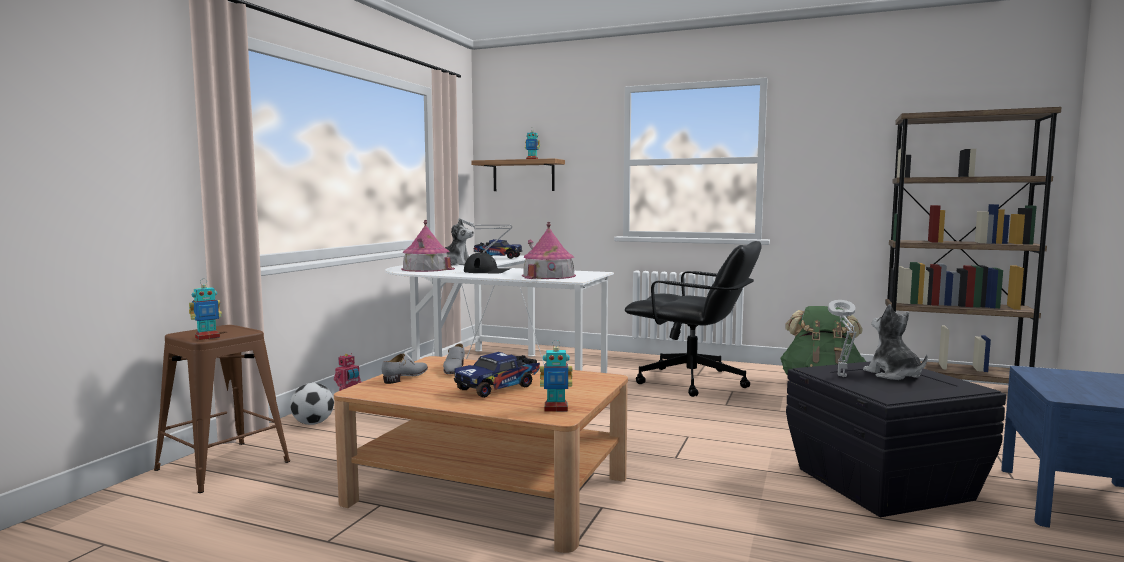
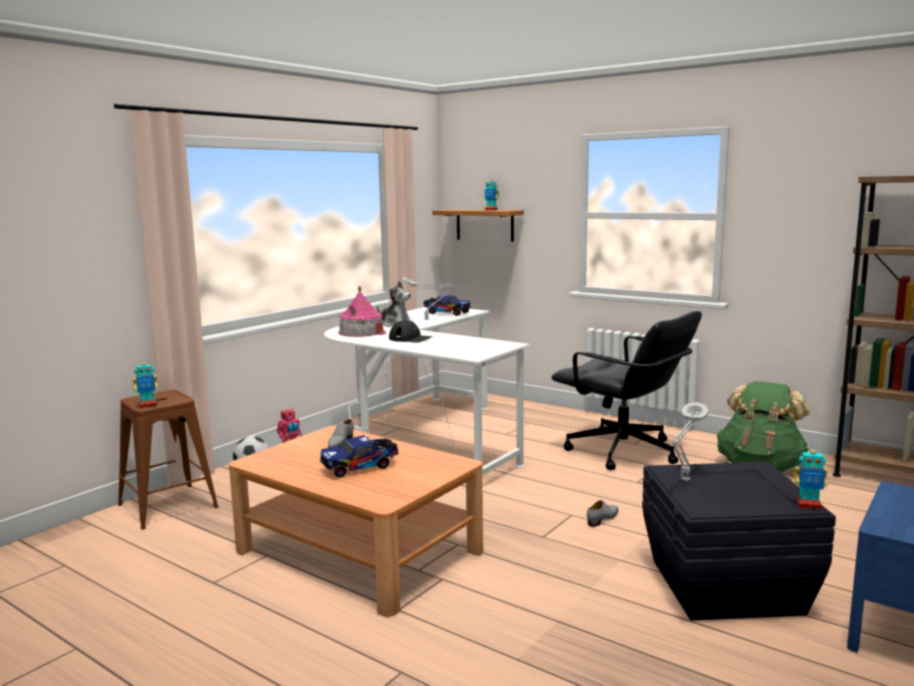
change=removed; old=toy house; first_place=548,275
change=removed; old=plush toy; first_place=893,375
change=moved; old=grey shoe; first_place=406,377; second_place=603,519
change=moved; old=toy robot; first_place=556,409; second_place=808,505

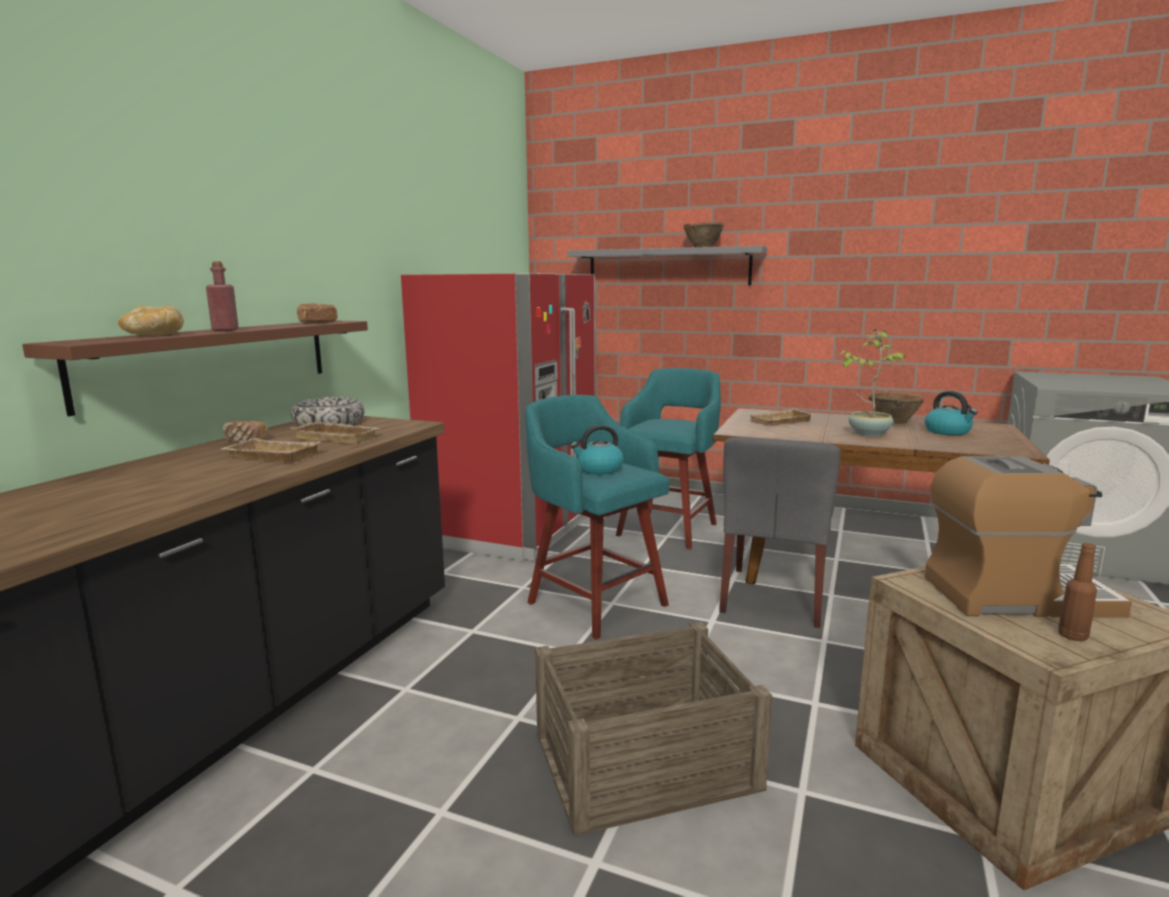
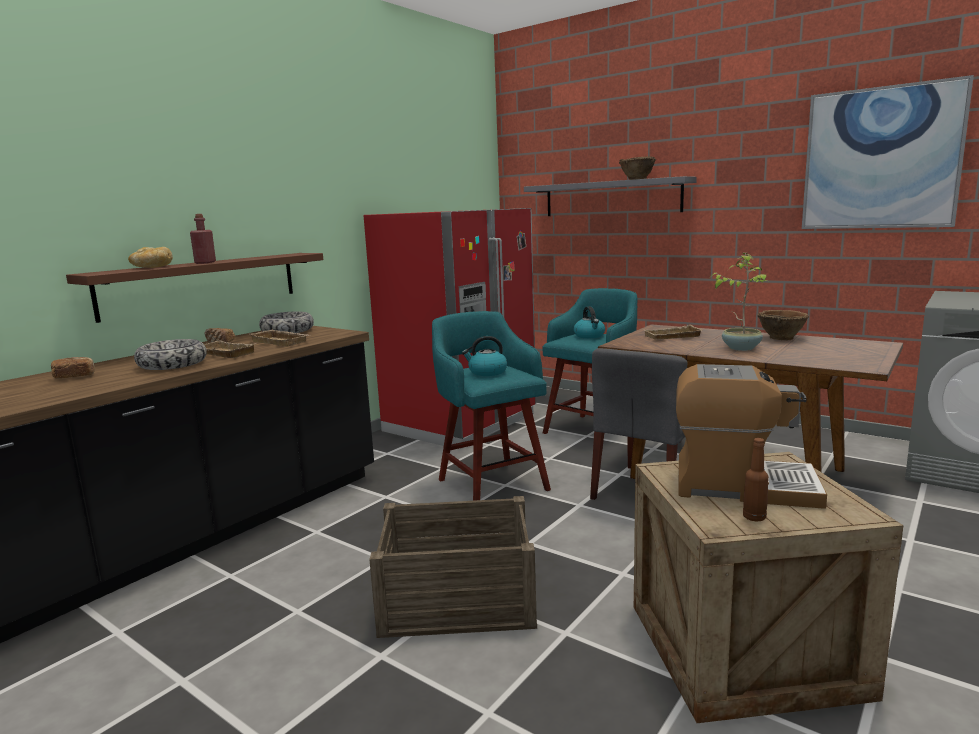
change=added; new=bowl; second_place=172,364
change=added; new=picture; second_place=880,158
change=moved; old=bread; first_place=318,322; second_place=74,377
change=moved; old=kettle; first_place=948,432; second_place=589,336

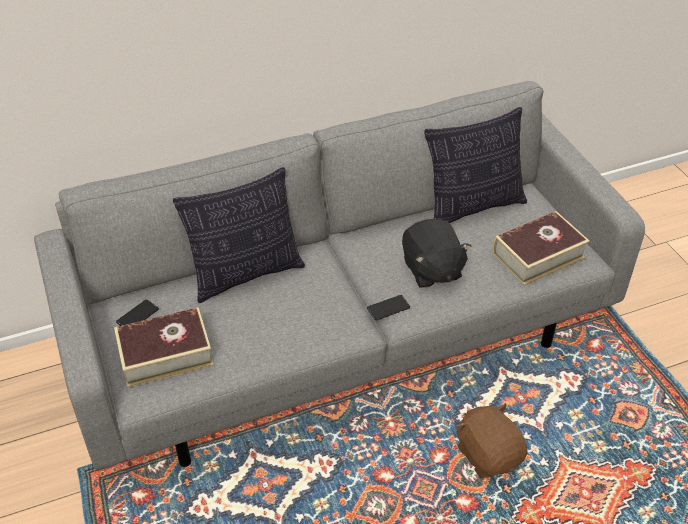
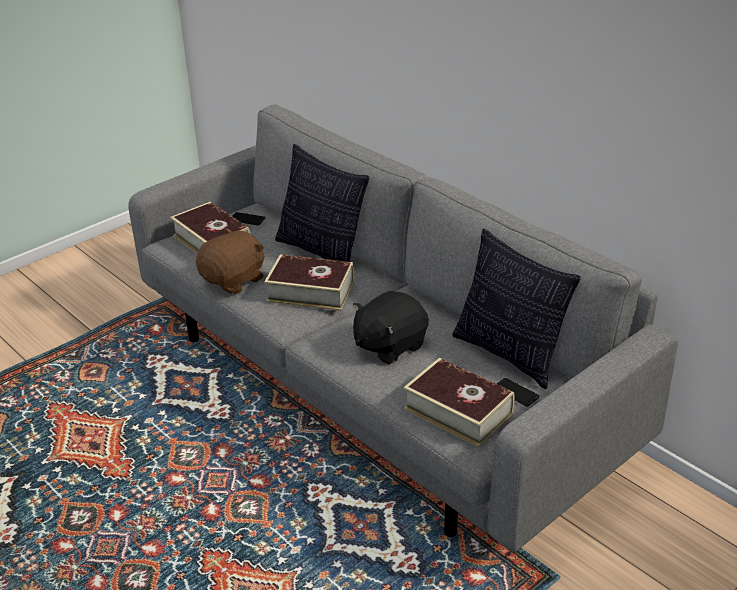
change=added; new=book; second_place=310,291
change=moved; old=phone; first_place=388,308; second_place=515,393
change=moved; old=brown plush toy; first_place=488,454; second_place=234,280

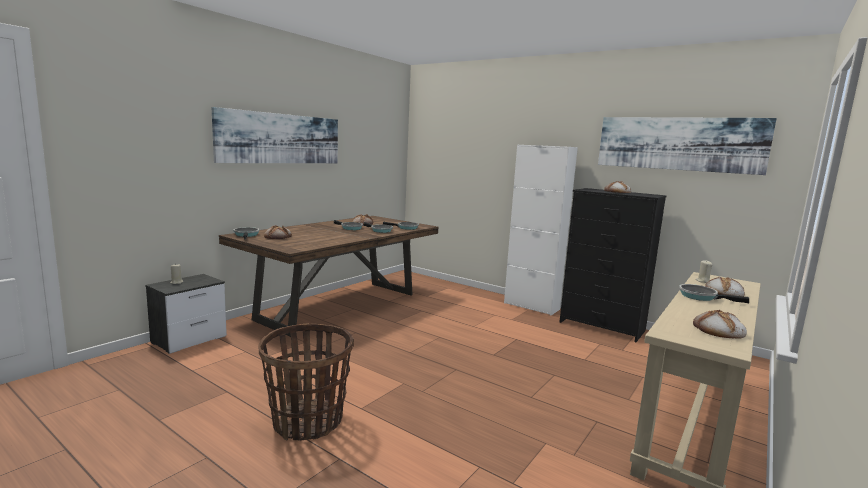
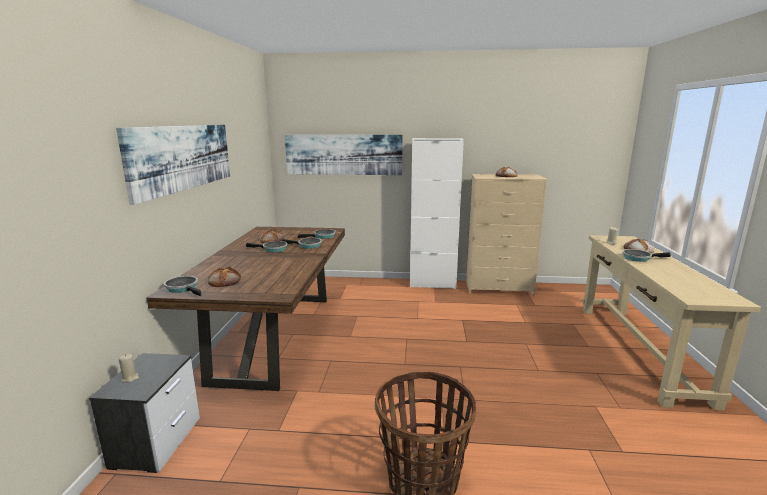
change=removed; old=bread; first_place=718,330
change=moved; old=picture; first_place=678,143; second_place=343,154
change=recoloured; old=black dresser; new=beige dresser; first_place=602,327; second_place=499,288

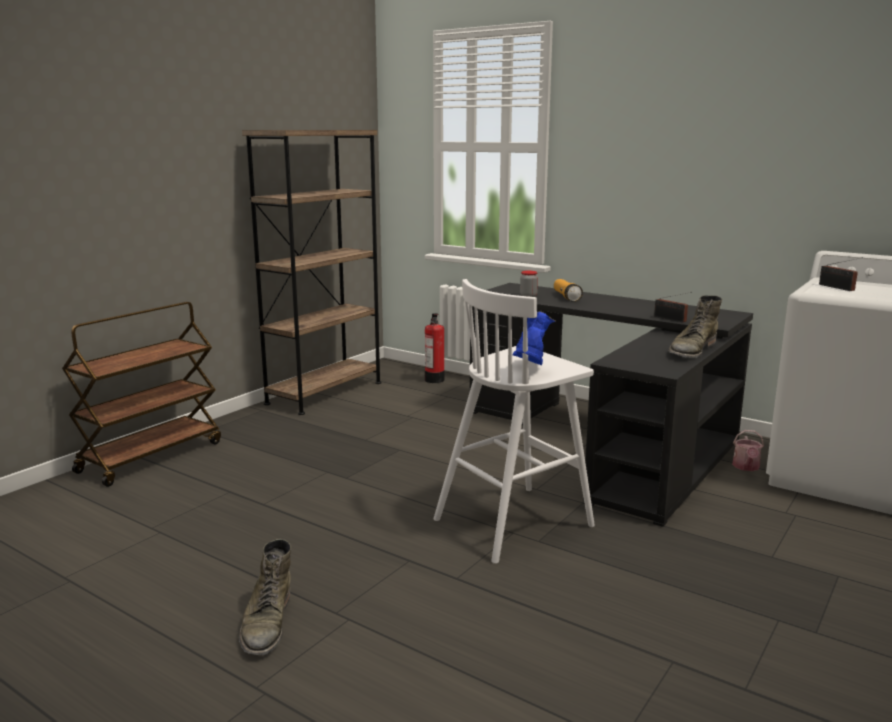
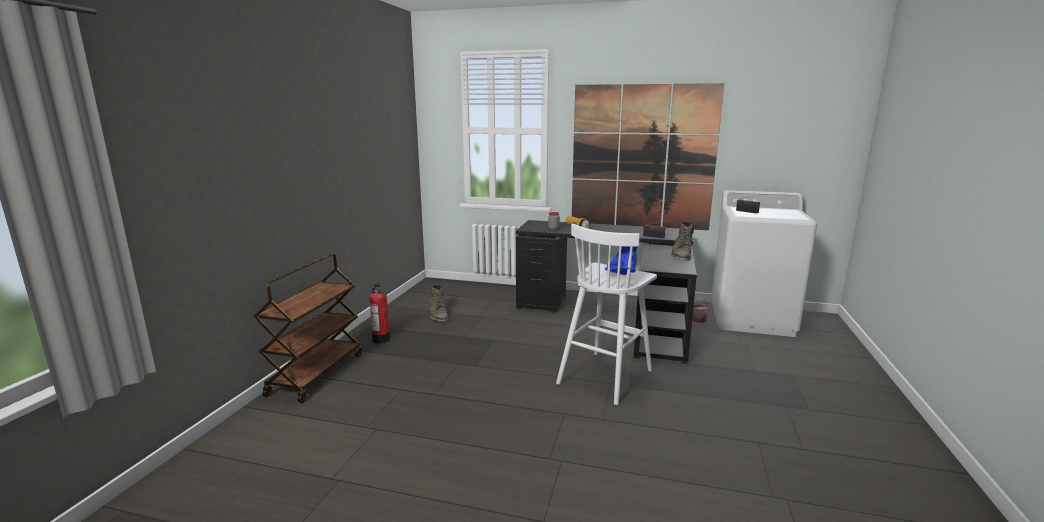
change=removed; old=brown bookcase; first_place=324,393
change=added; new=picture; second_place=642,157
change=moved; old=green boot; first_place=267,623; second_place=438,315
change=moved; old=fire extinguisher; first_place=434,380; second_place=381,339

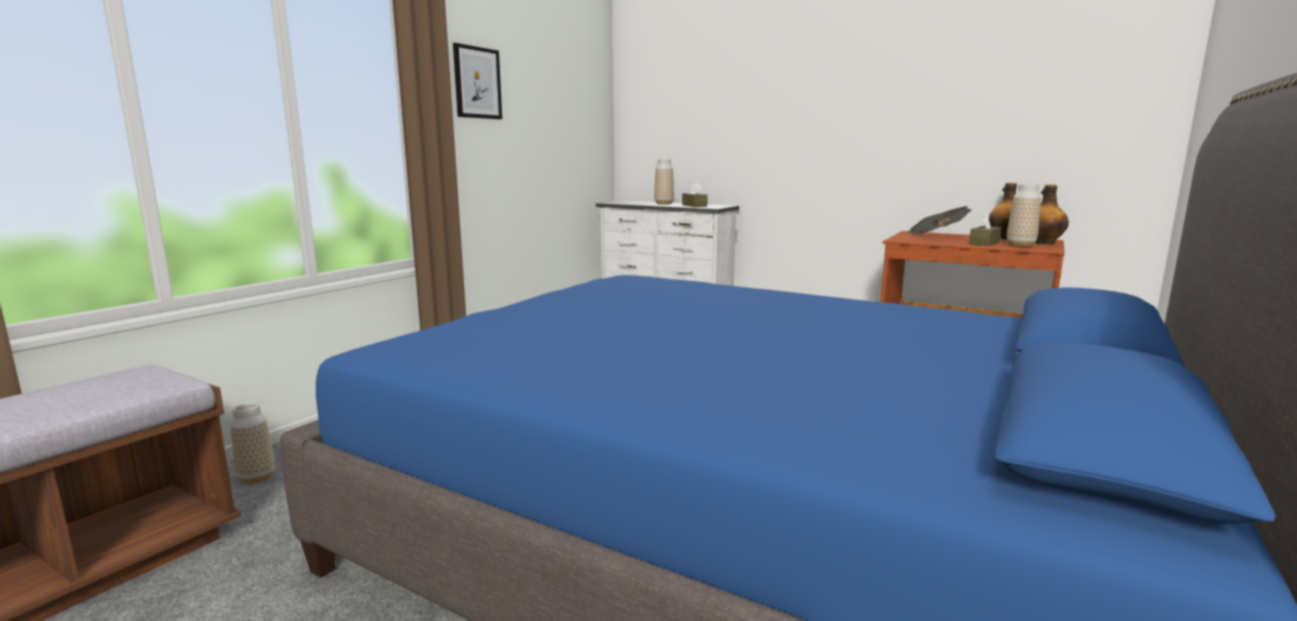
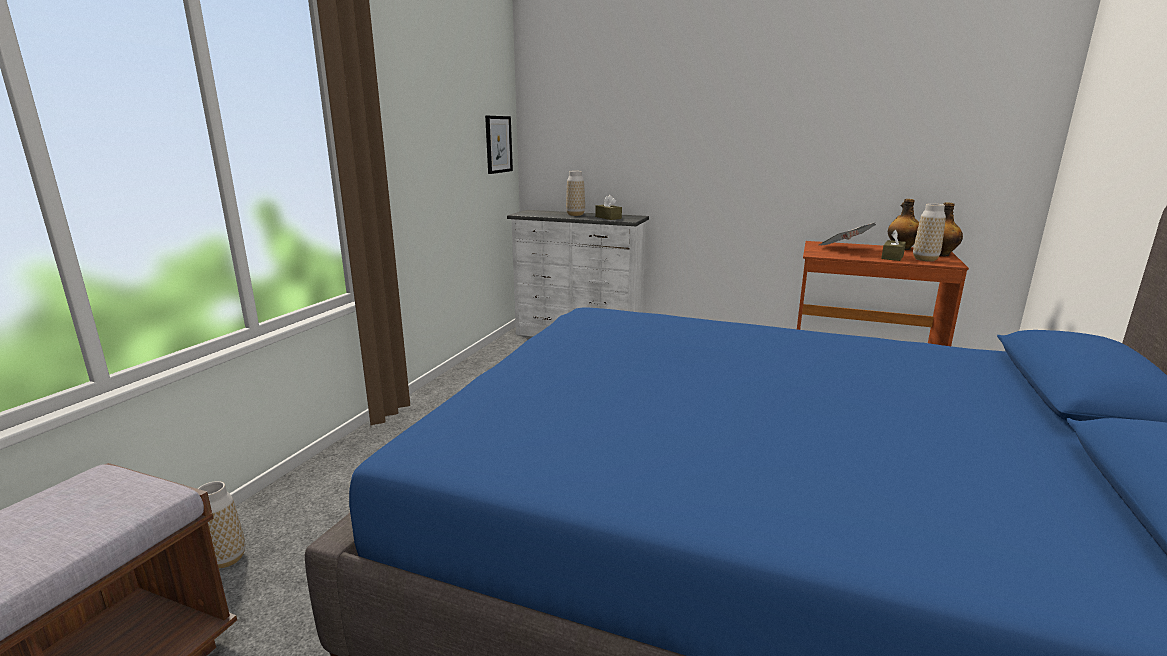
change=moved; old=picture; first_place=477,83; second_place=498,144

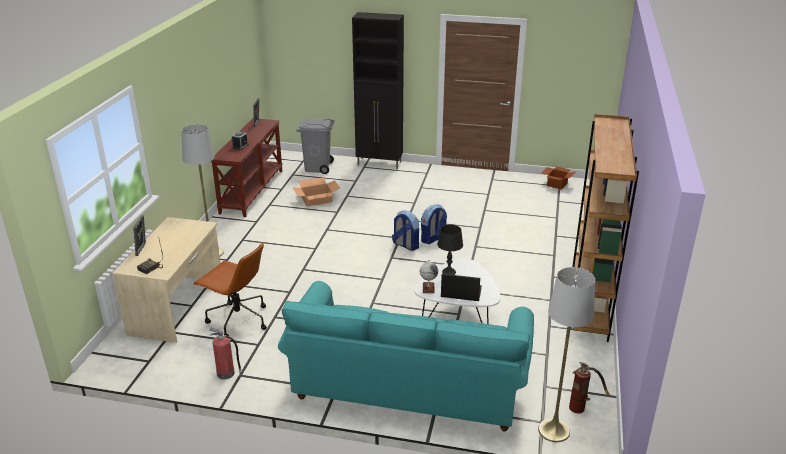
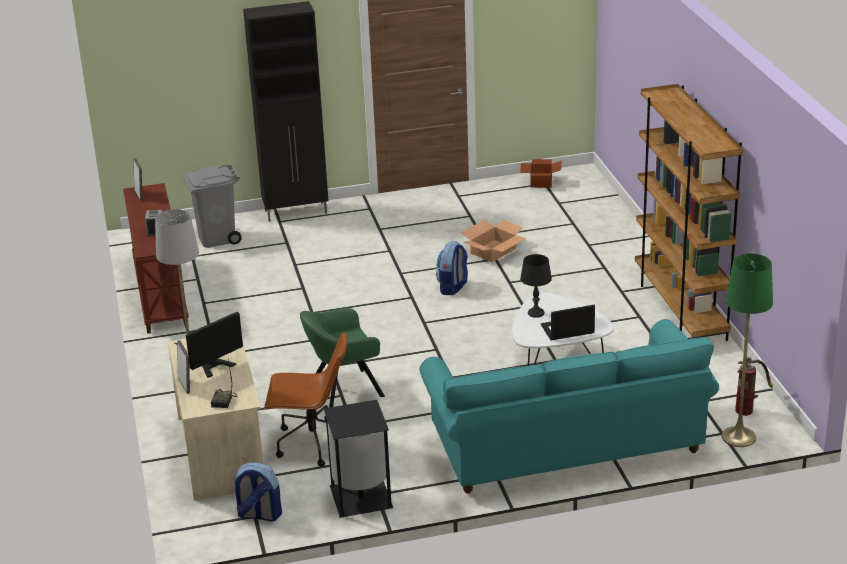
change=removed; old=globe; first_place=428,288
change=added; new=monitor; second_place=209,363
change=added; new=green armchair; second_place=343,390
change=moved; old=cardboard box; first_place=317,199; second_place=493,251
change=moved; old=backpack; first_place=405,245; second_place=259,515
change=replaced; old=fire extinguisher; new=black trash can; first_place=226,373; second_place=360,498
change=recoloured; old=grey floor lamp; new=green floor lamp; first_place=554,430; second_place=738,437

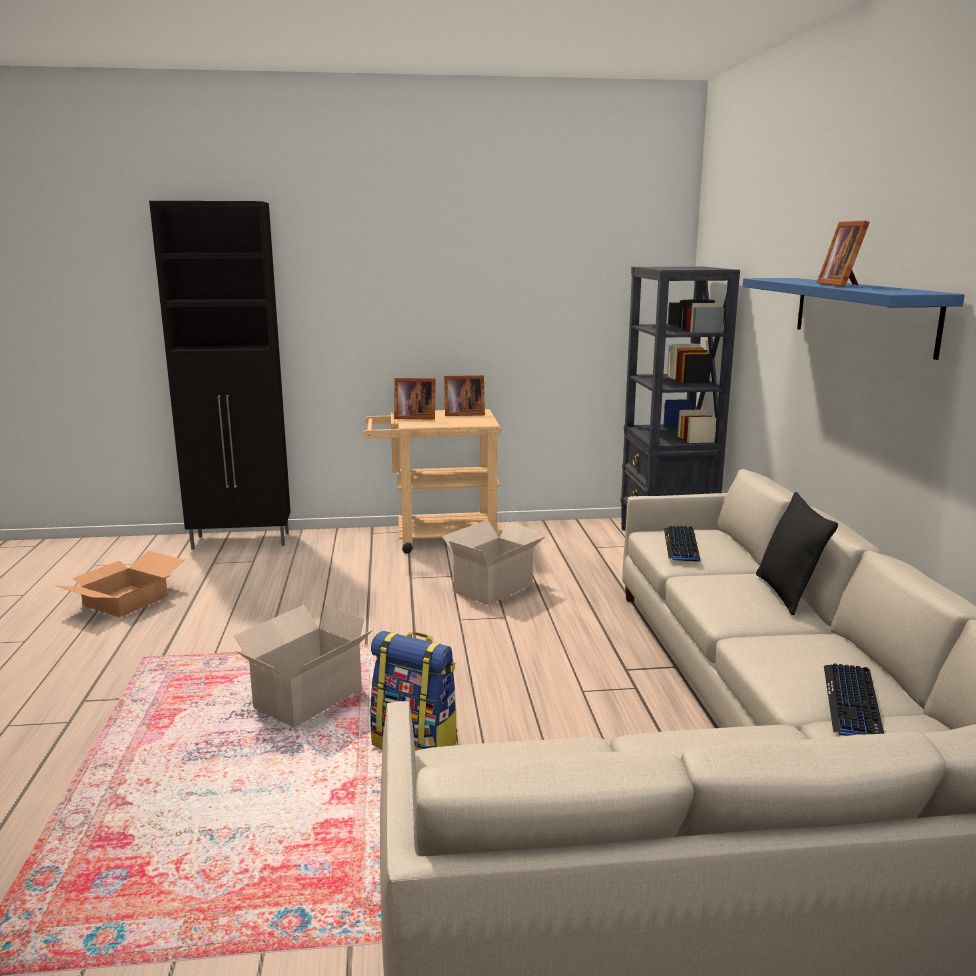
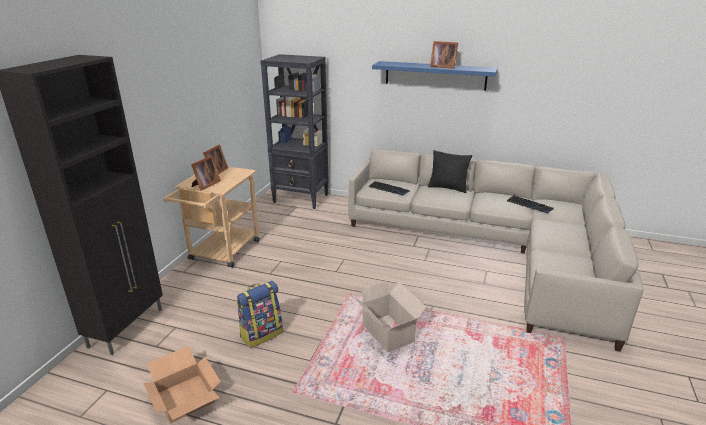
change=removed; old=cardboard box; first_place=495,587
change=moved; old=backpack; first_place=416,743; second_place=261,334

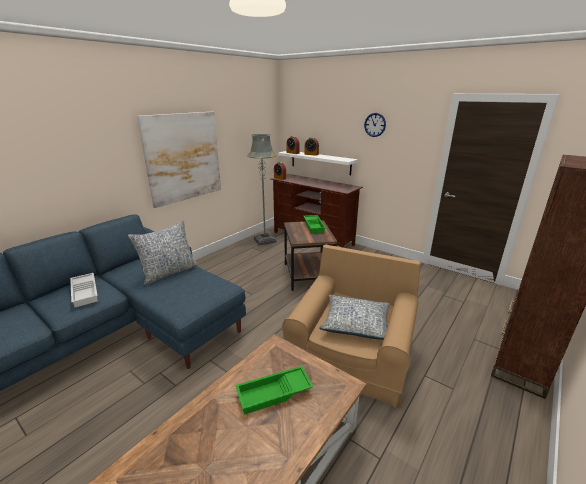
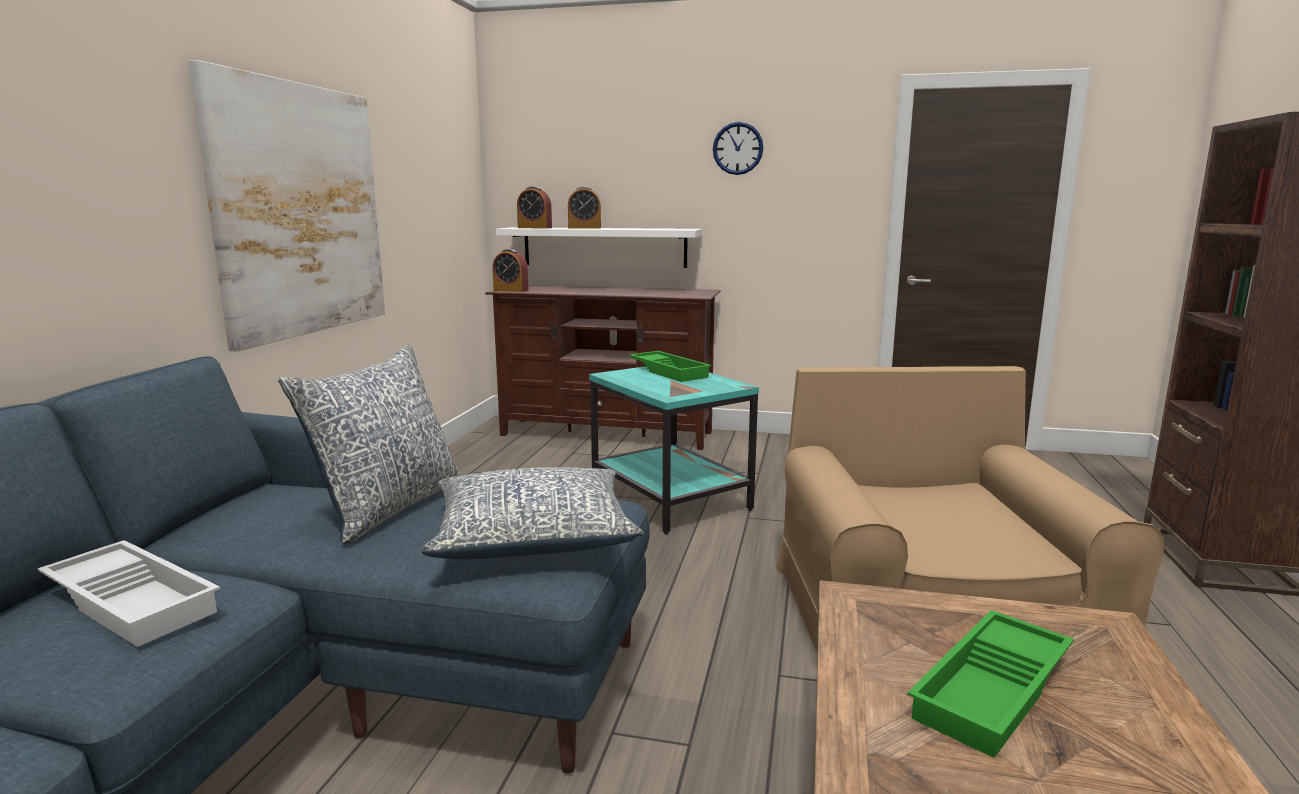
change=removed; old=grey floor lamp; first_place=265,240
change=moved; old=pillow; first_place=356,324; second_place=533,537
change=recoloured; old=brown side table; new=turquoise side table; first_place=307,275; second_place=668,499

